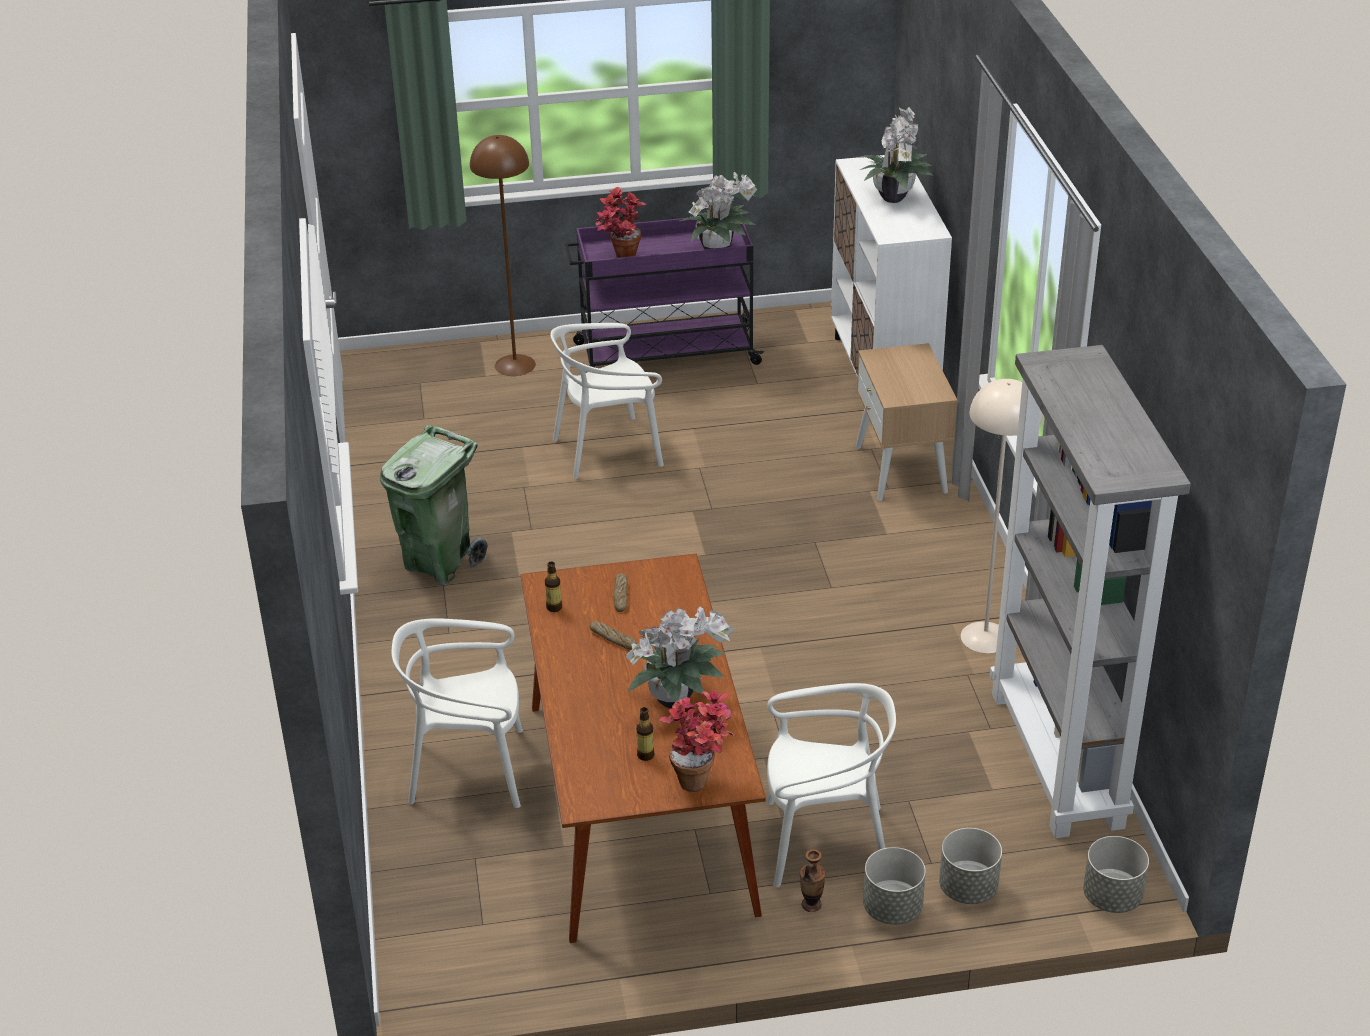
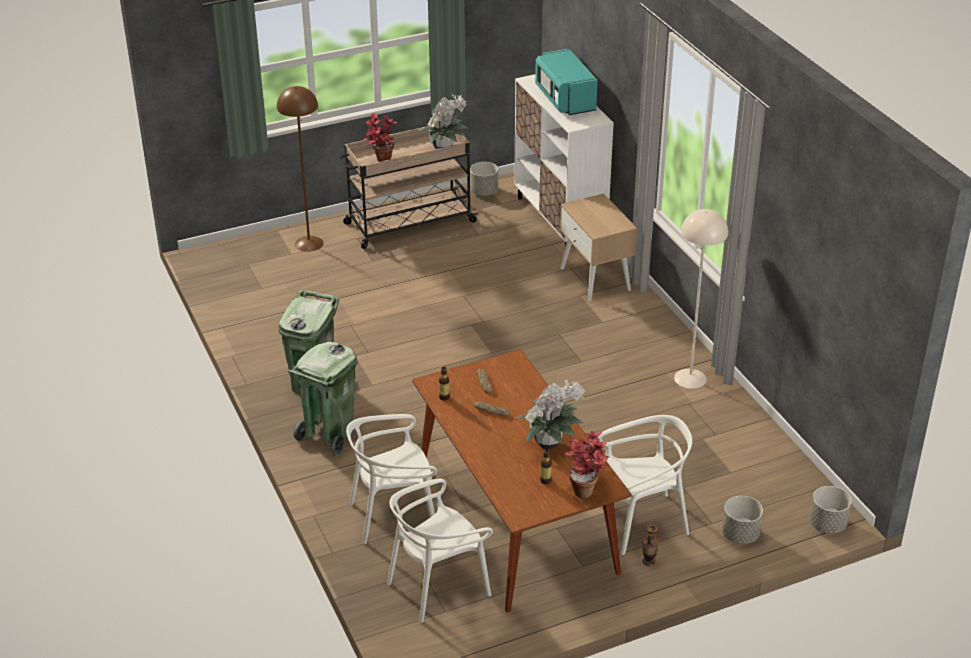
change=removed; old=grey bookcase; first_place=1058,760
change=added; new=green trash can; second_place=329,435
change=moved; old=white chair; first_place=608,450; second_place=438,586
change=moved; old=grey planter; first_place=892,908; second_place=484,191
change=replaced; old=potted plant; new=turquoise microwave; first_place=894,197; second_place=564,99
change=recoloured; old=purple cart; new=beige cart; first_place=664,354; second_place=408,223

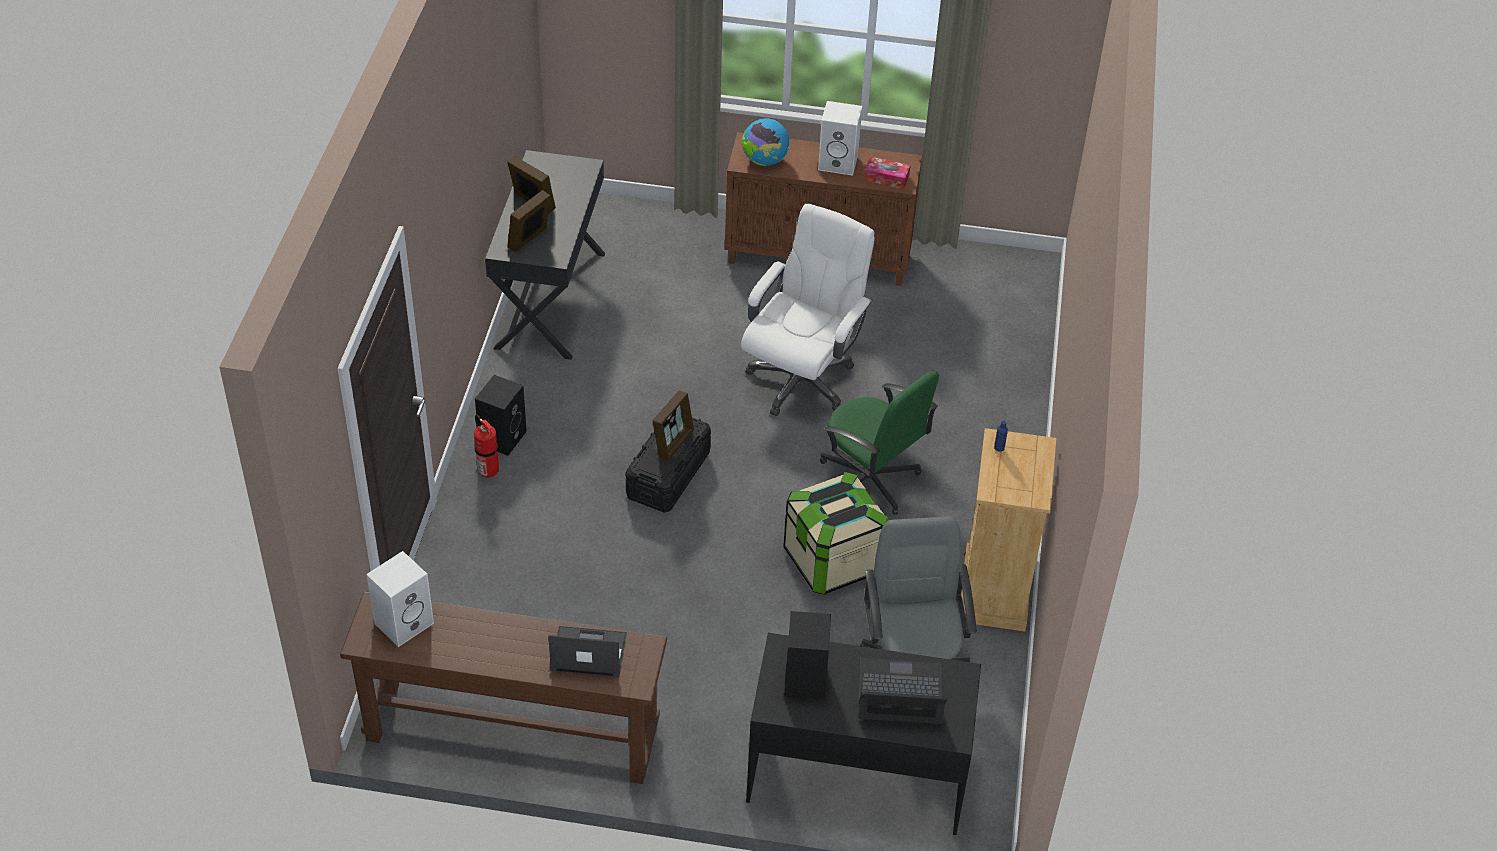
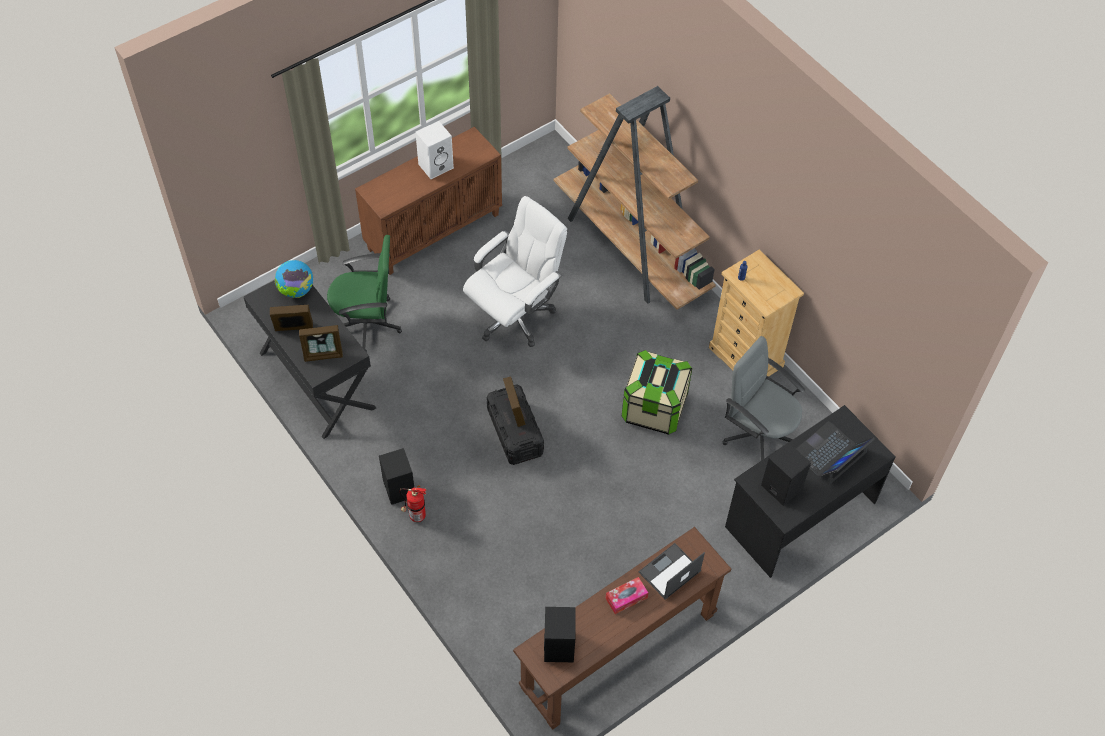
change=added; new=brown bookcase; second_place=631,248
change=moved; old=globe; first_place=764,161; second_place=296,290
change=moved; old=green office chair; first_place=869,481; second_place=367,324
change=moved; old=tissue box; first_place=886,178; second_place=626,598
change=recoloured; old=white speaker; new=black speaker; first_place=404,622; second_place=558,645
change=turned; old=picture frame; first_place=529,240; second_place=323,354; degrees=-90
change=turned; old=white office chair; first_place=801,380; second_place=515,315; degrees=60

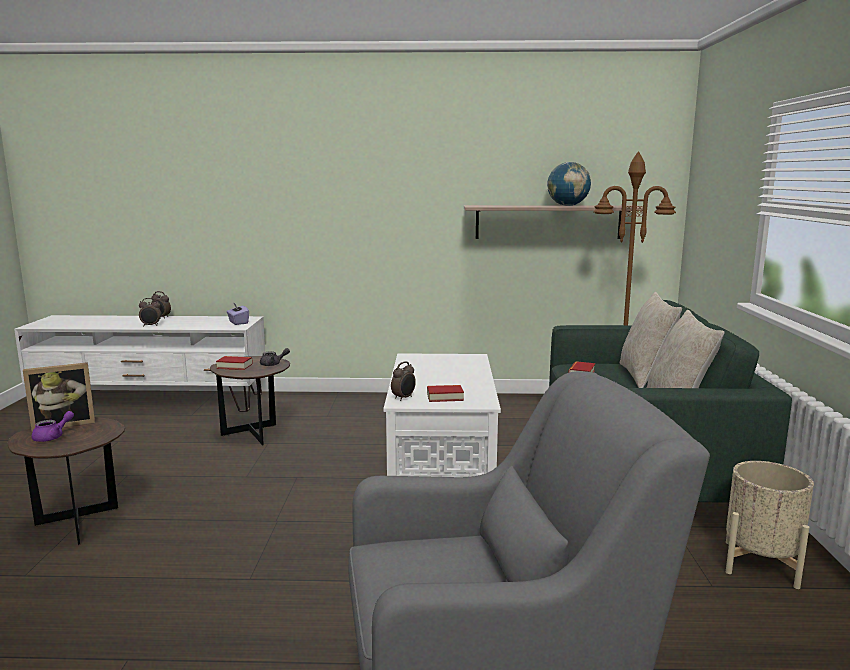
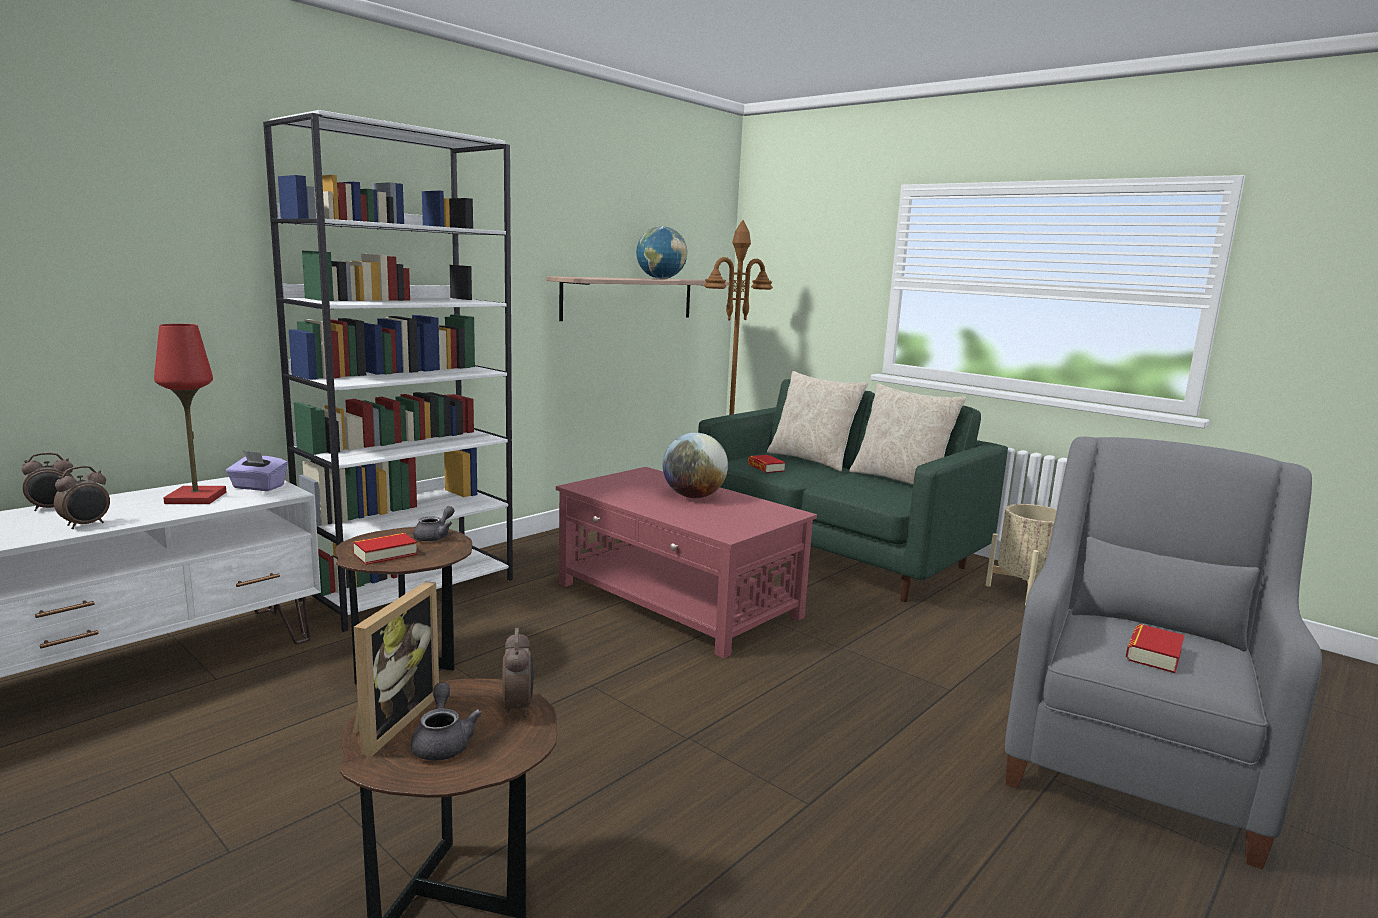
change=added; new=red table lamp; second_place=196,498
change=added; new=white bookcase; second_place=411,589
change=added; new=globe; second_place=694,496
change=moved; old=alarm clock; first_place=404,398; second_place=518,707
change=moved; old=book; first_place=445,397; second_place=1153,654
change=recoloured; old=purple teapot; new=grey teapot; first_place=53,437; second_place=443,742
change=recoloured; old=white coffee table; new=red coffee table; first_place=441,455; second_place=678,600

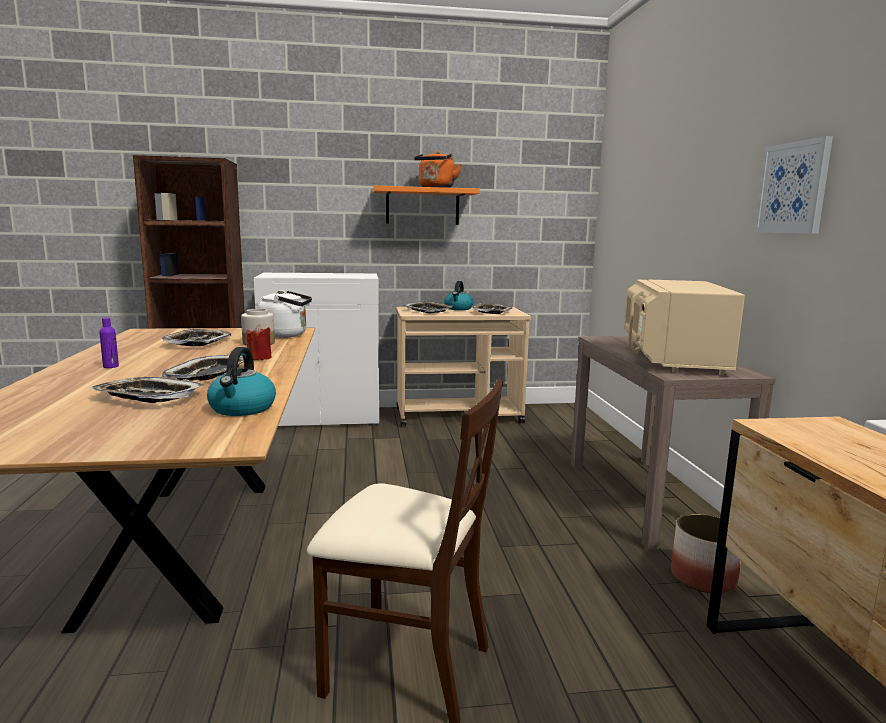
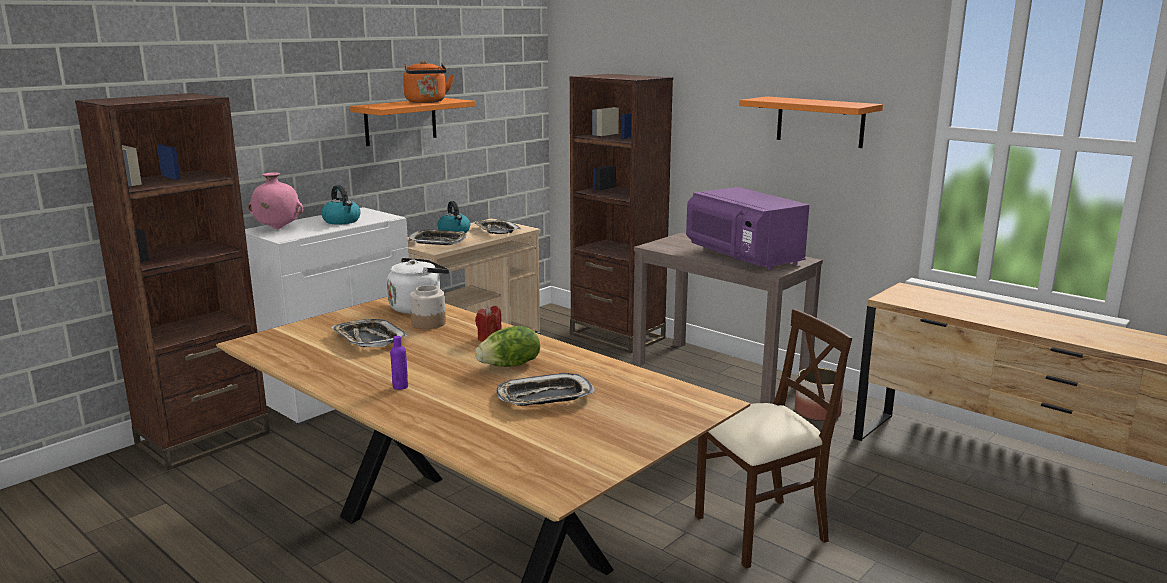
change=added; new=pink vase; second_place=277,229
change=added; new=brown bookcase; second_place=617,336
change=moved; old=kettle; first_place=242,409; second_place=342,221
change=replaced; old=tray; new=lettuce; first_place=209,374; second_place=510,365
change=replaced; old=picture; new=orange shelf; first_place=793,188; second_place=820,122
change=recoloured; old=beige microwave; new=purple microwave; first_place=672,359; second_place=743,257

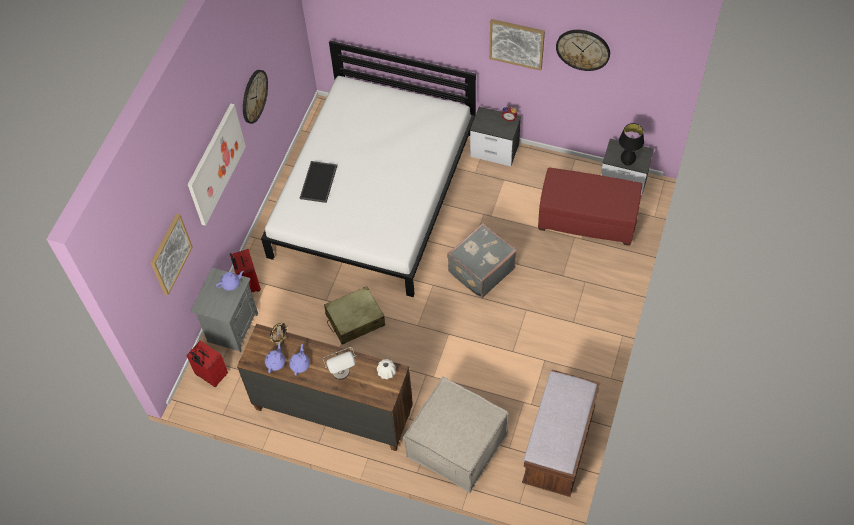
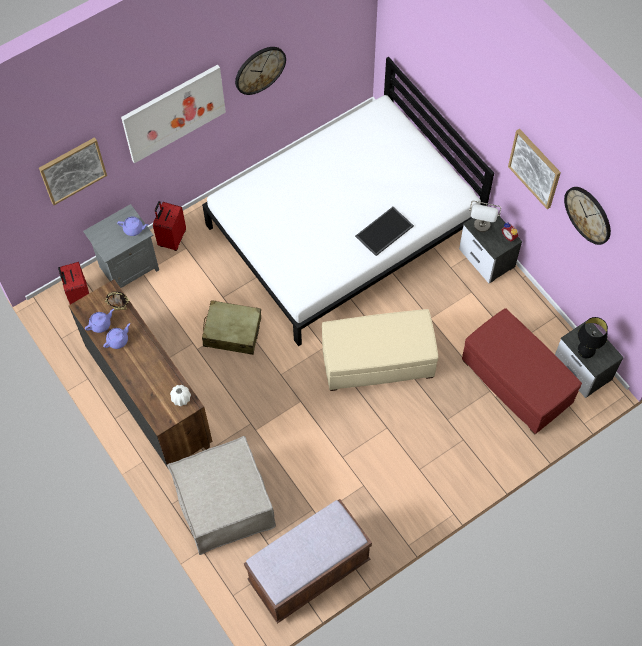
change=moved; old=tray; first_place=319,182; second_place=384,232
change=moved; old=grey table lamp; first_place=343,376; second_place=481,230
change=replaced; old=grey suitcase; new=beige ottoman; first_place=480,270; second_place=377,362

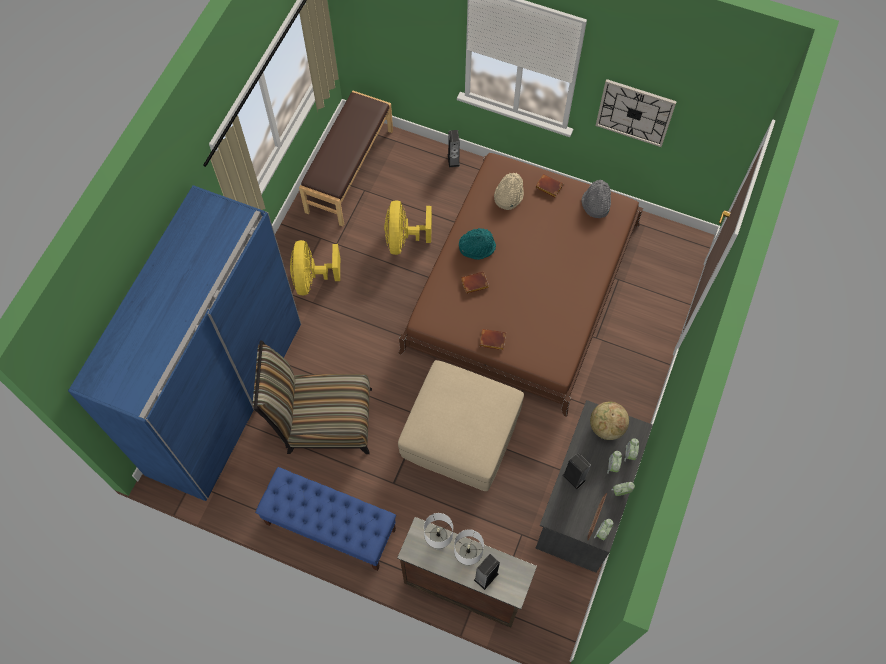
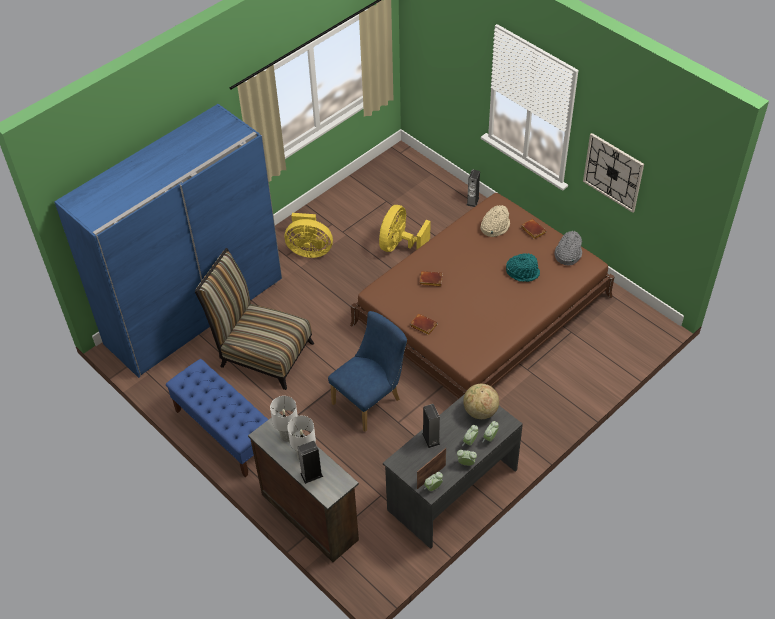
change=removed; old=brown bench; first_place=349,170
change=moved; old=turquoise hat; first_place=477,247; second_place=523,272
change=replaced; old=beige ottoman; new=blue chair; first_place=461,431; second_place=371,400
change=turned; old=yellow fan; first_place=312,278; second_place=309,250; degrees=-105

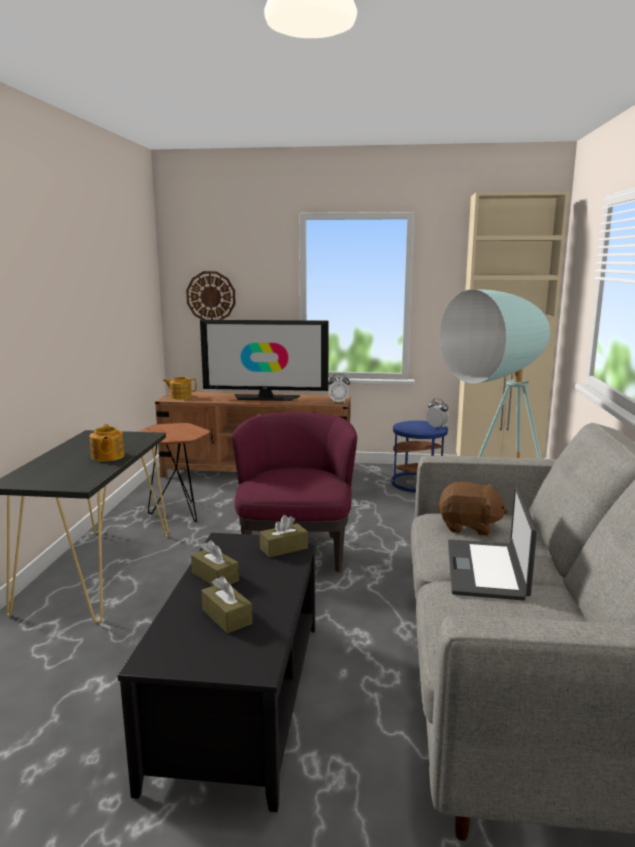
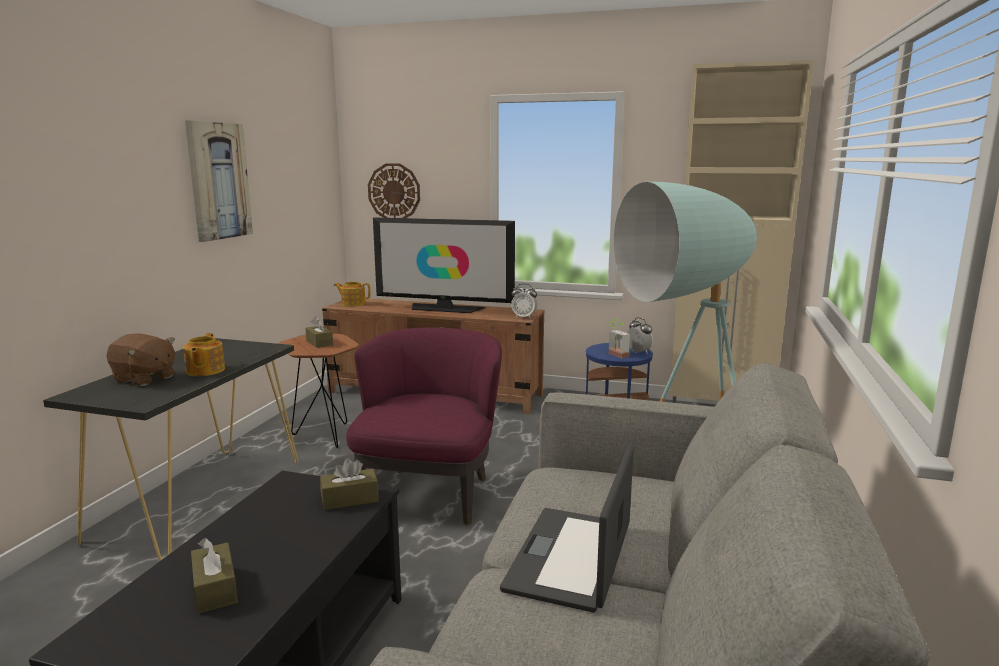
change=added; new=picture; second_place=218,181
change=added; new=potted plant; second_place=615,355
change=moved; old=brown tissue box; first_place=215,576; second_place=319,343
change=moved; old=brown plush toy; first_place=469,527; second_place=144,379

